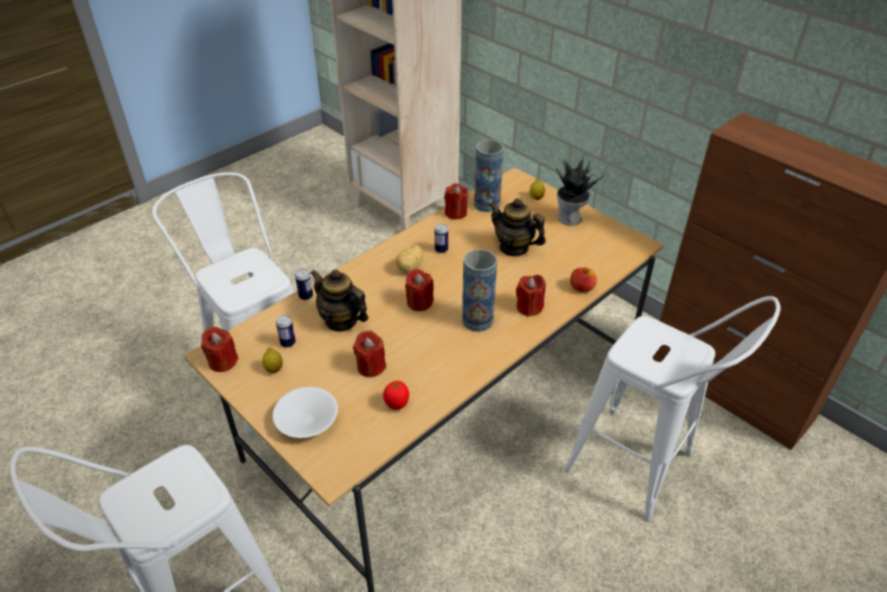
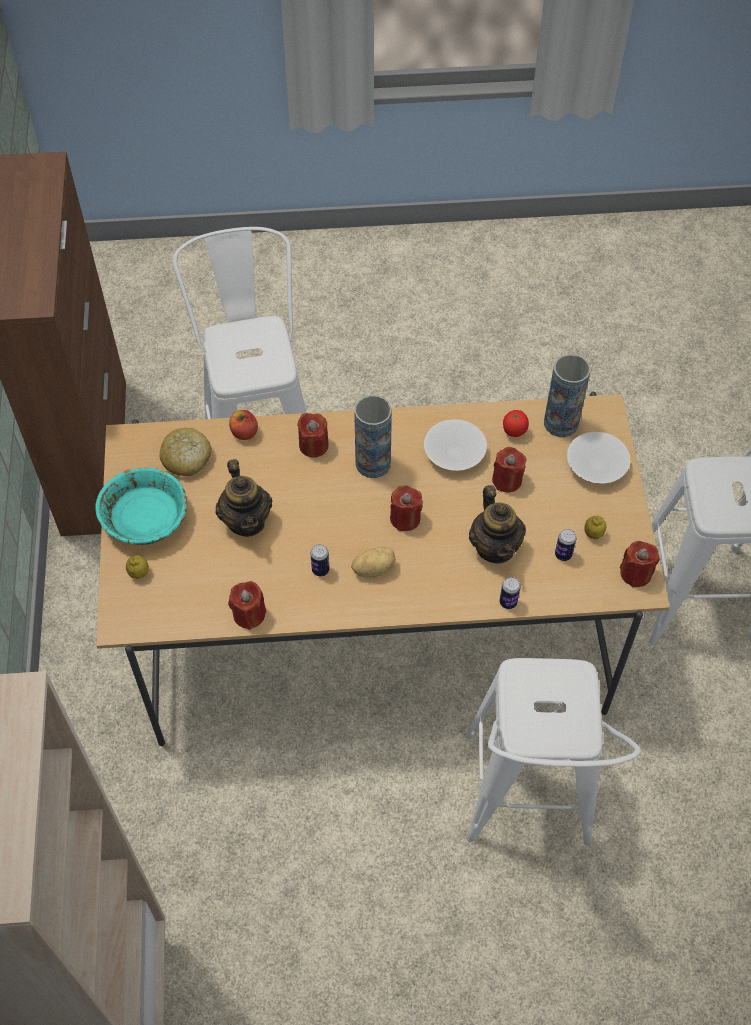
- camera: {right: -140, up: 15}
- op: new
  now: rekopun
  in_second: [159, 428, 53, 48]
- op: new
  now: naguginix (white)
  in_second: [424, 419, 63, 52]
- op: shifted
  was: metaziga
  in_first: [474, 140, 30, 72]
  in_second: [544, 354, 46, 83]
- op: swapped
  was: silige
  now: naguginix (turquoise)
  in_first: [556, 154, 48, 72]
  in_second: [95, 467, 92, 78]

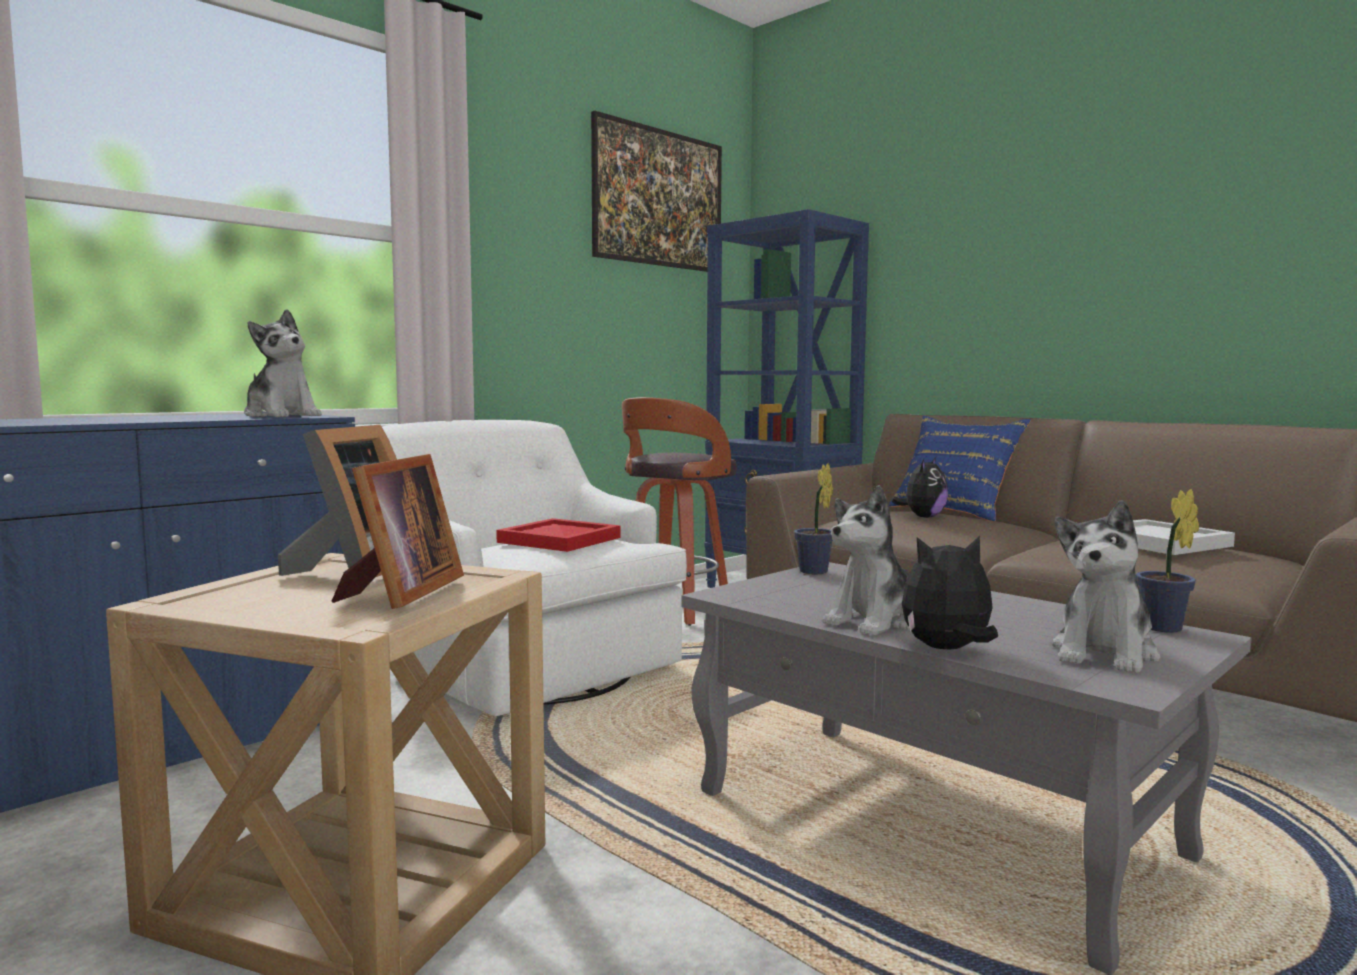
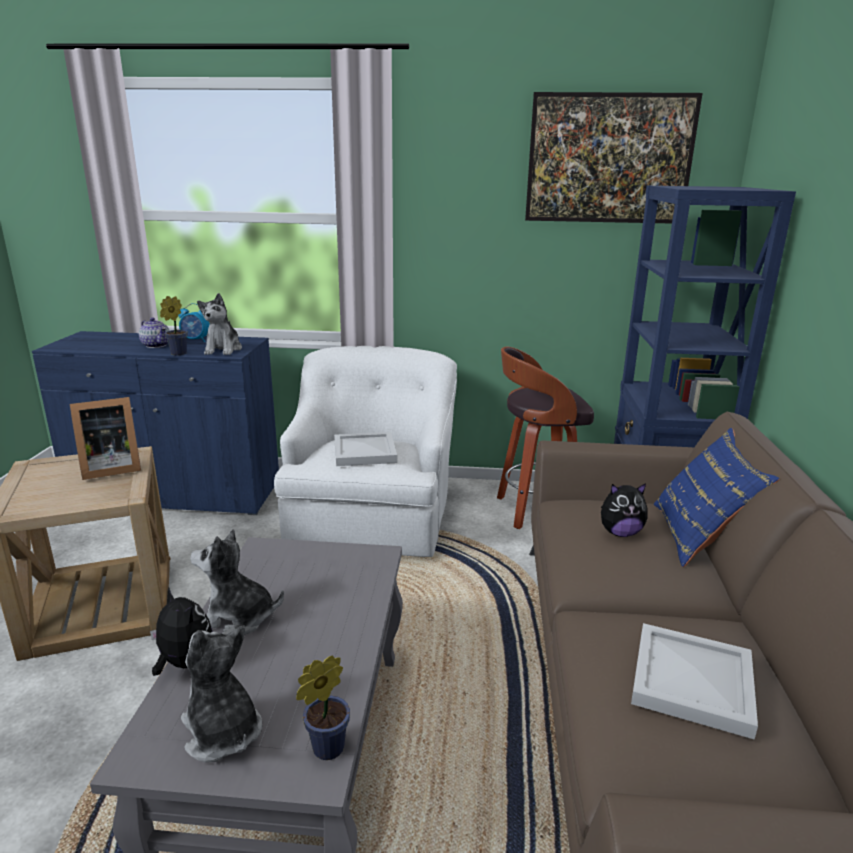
- camera: {right: 50, up: 15}
- op: gone
  was: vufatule
  in_first: [331, 454, 133, 155]
- op: new
  now: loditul
  in_second: [139, 318, 31, 30]
- op: new
  now: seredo
  in_second: [178, 303, 32, 39]
- op: shifted
  was: silige
  in_first: [794, 463, 39, 111]
  in_second: [160, 296, 28, 59]
- op: repainted
  was: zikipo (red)
  now: zikipo (white)
  in_first: [496, 518, 125, 34]
  in_second: [334, 432, 63, 34]
- op: rotated
  was: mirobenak
  in_first: [1051, 500, 109, 173]
  in_second: [181, 625, 81, 138]
  clockwise: 60

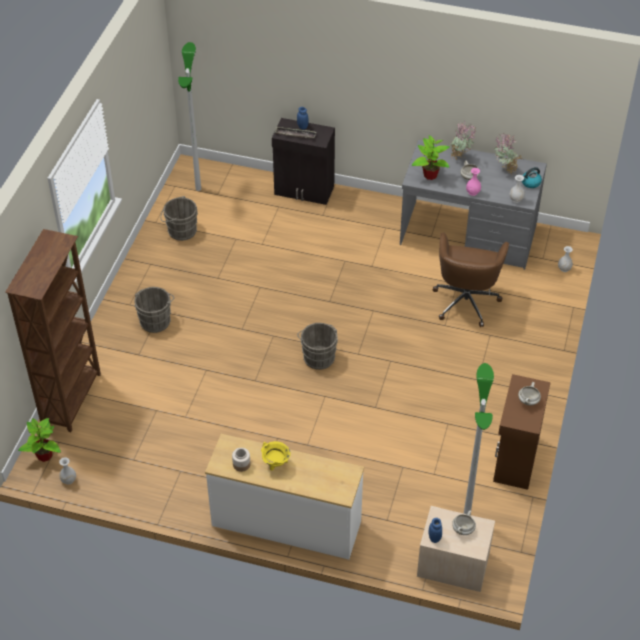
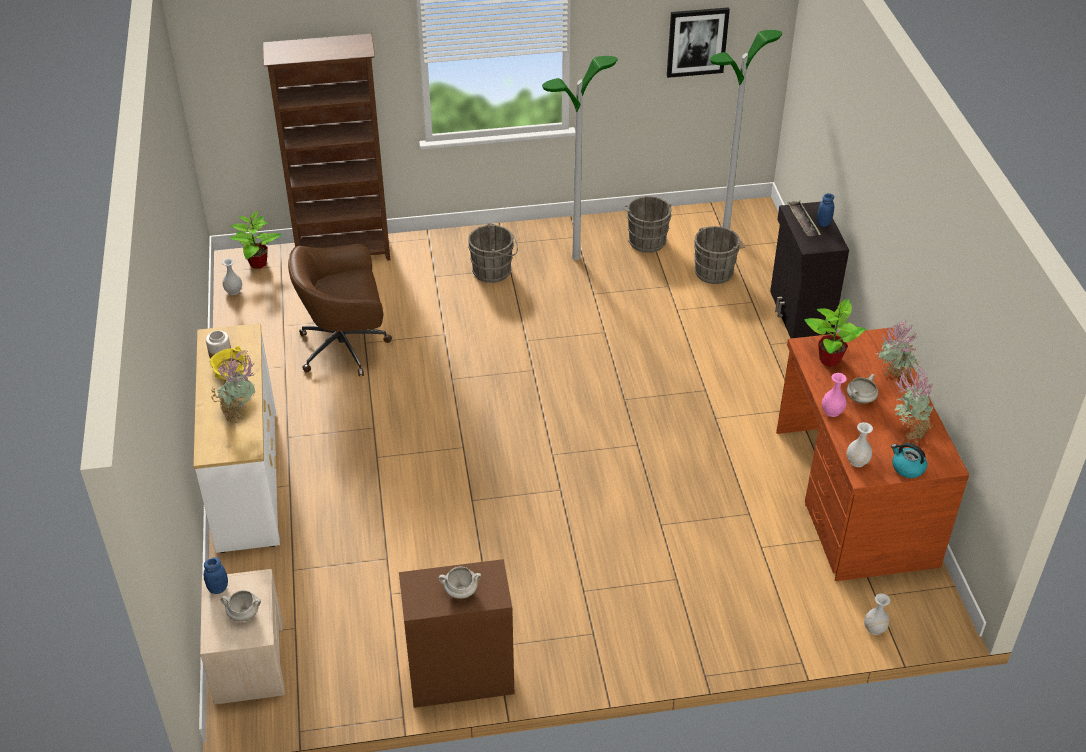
- camera: {right: 65, up: -5}
- op: new
  now: silige
  in_second: [211, 351, 45, 72]
- op: new
  now: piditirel
  in_second: [667, 7, 63, 71]
- op: shifted
  was: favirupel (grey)
  in_first: [297, 323, 41, 47]
  in_second: [694, 226, 52, 58]
- op: shifted
  was: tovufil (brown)
  in_first: [433, 233, 76, 94]
  in_second: [288, 244, 104, 132]
- op: shifted
  was: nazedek
  in_first: [464, 363, 30, 152]
  in_second: [542, 56, 76, 204]
- op: repainted
  was: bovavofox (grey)
  now: bovavofox (brown)
  in_first: [400, 140, 147, 130]
  in_second: [776, 327, 193, 254]

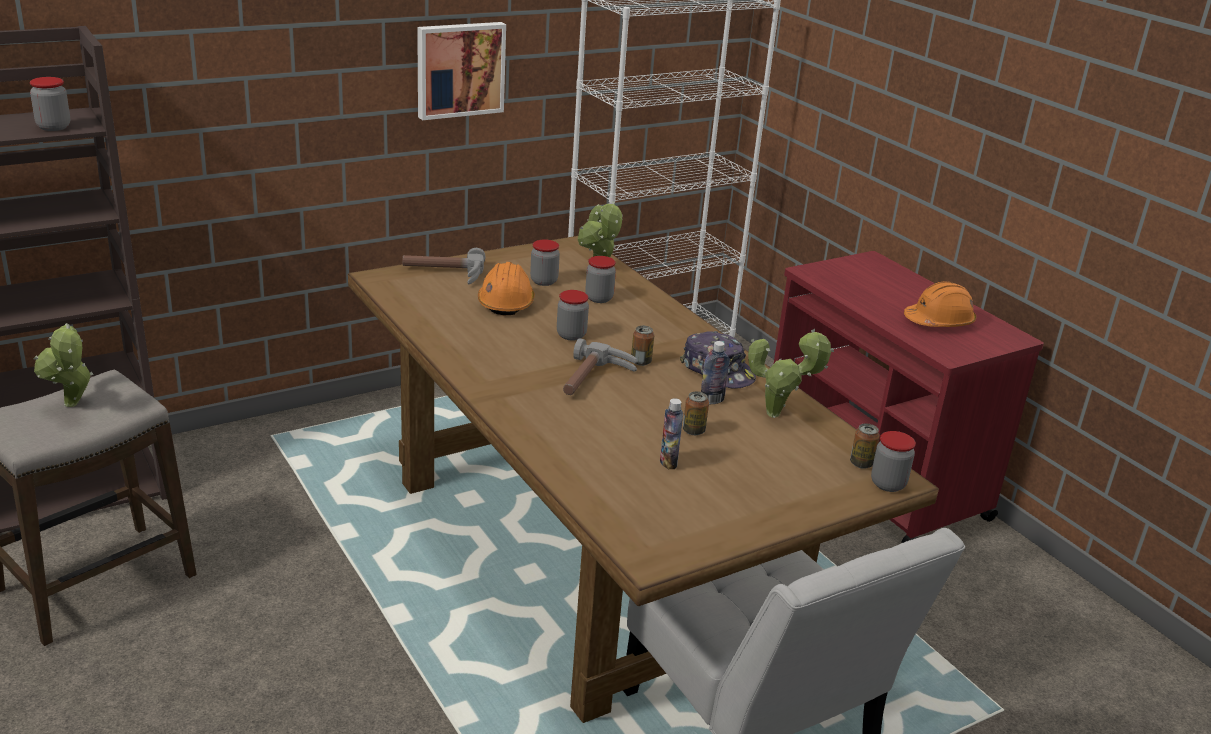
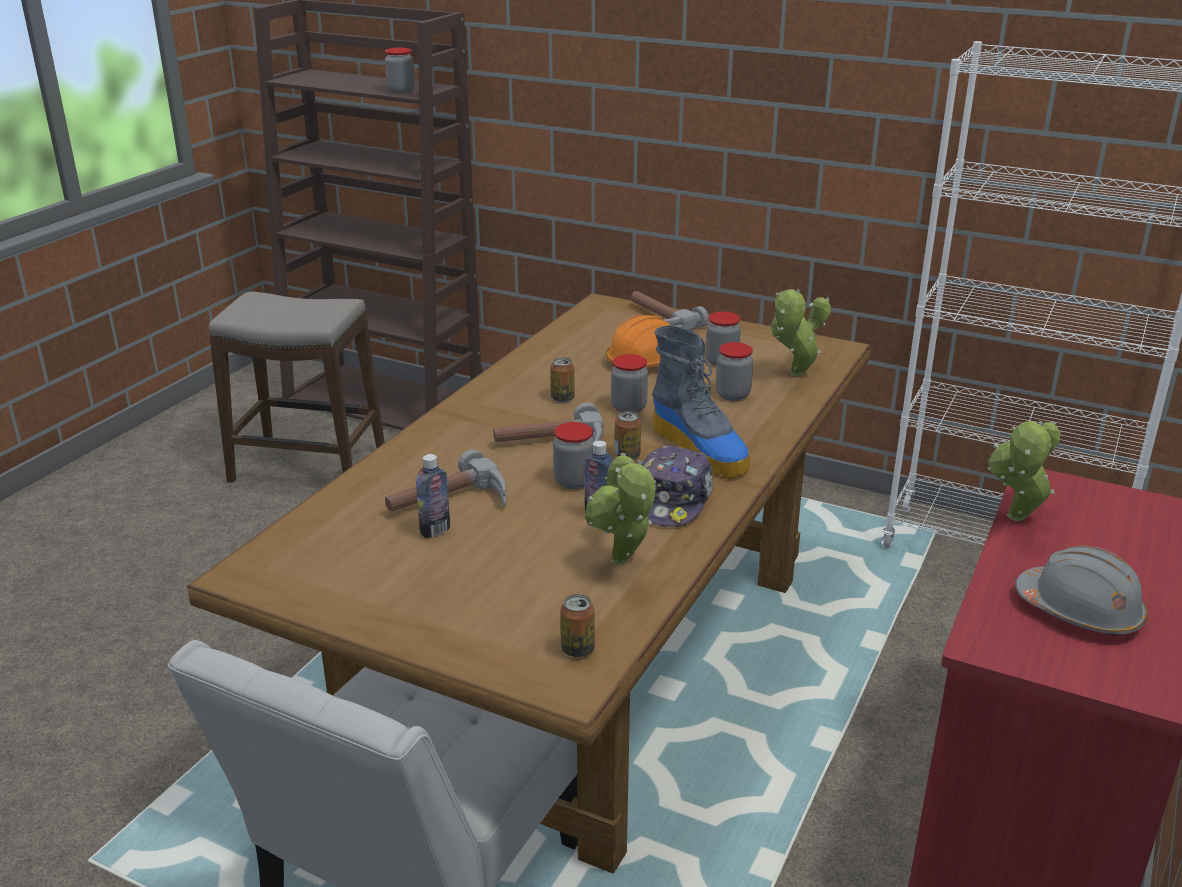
- camera: {right: 60, up: 0}
- op: gone
  was: piditirel
  in_first: [417, 22, 89, 98]
- op: new
  now: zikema
  in_second: [385, 449, 122, 63]
- op: new
  now: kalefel
  in_second: [652, 325, 98, 154]
- op: shifted
  was: silige
  in_first: [34, 323, 60, 84]
  in_second: [988, 420, 73, 101]
- op: shifted
  was: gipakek
  in_first: [683, 391, 26, 44]
  in_second: [550, 357, 25, 46]
- op: shifted
  was: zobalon
  in_first: [871, 431, 45, 61]
  in_second: [553, 422, 41, 67]
- op: repainted
  was: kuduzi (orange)
  now: kuduzi (grey)
  in_first: [904, 281, 72, 46]
  in_second: [1015, 545, 133, 90]

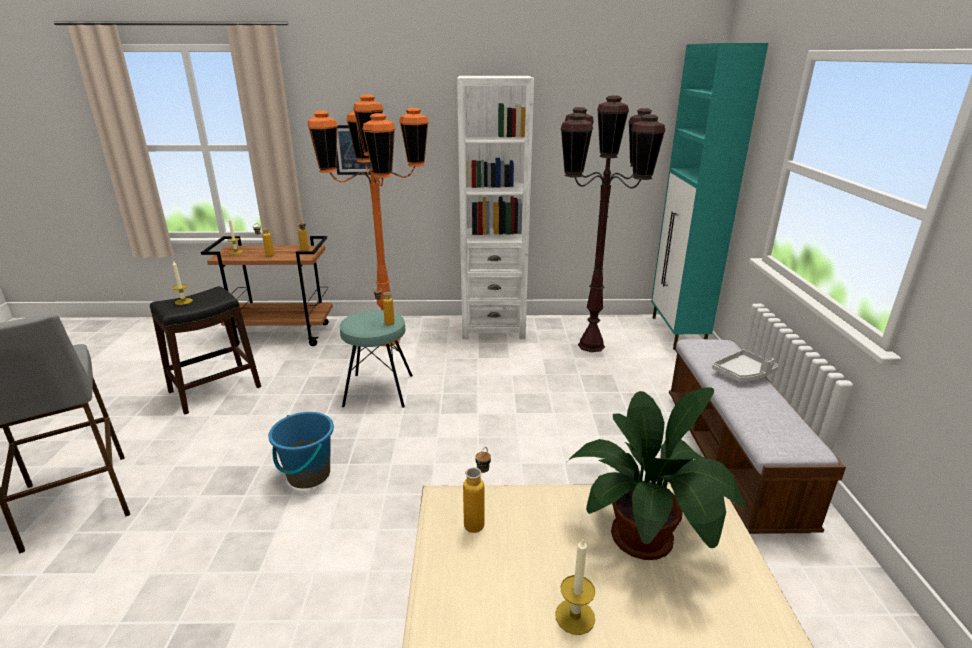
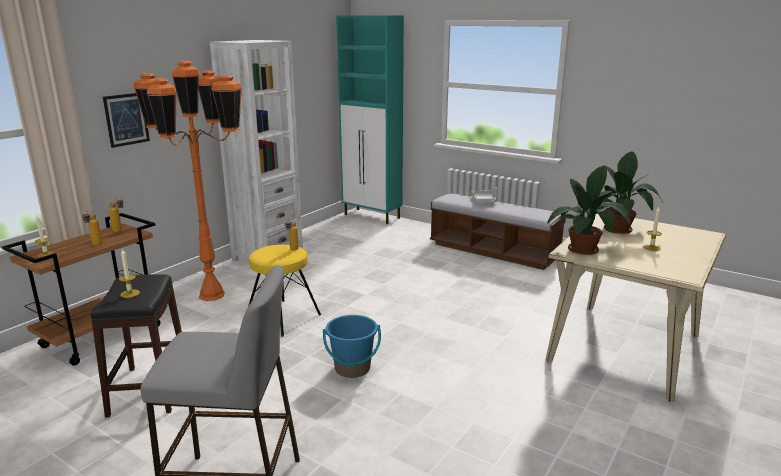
- camera: {right: -55, up: -5}
- op: gone
  was: nazedek (brown)
  in_first: [561, 96, 104, 256]
- op: swapped
  was: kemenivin
  now: silige
  in_first: [463, 447, 28, 86]
  in_second: [547, 165, 84, 90]
- op: repainted
  was: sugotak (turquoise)
  now: sugotak (yellow)
  in_first: [340, 310, 73, 98]
  in_second: [249, 245, 72, 92]

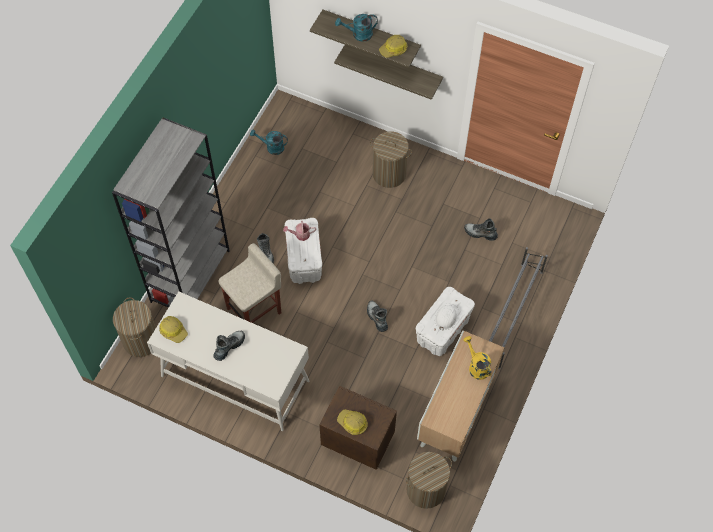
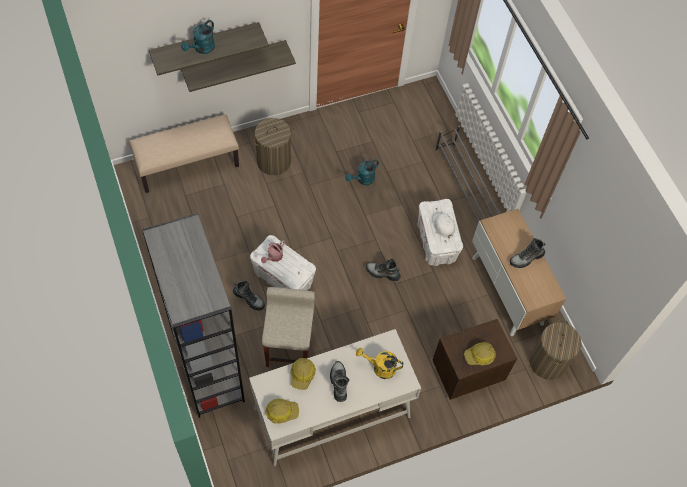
- camera: {right: -50, up: 0}
- op: gone
  was: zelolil
  in_first: [113, 297, 43, 60]
- op: new
  now: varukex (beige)
  in_second: [129, 114, 110, 79]
- op: shifted
  was: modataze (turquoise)
  in_first: [250, 129, 38, 26]
  in_second: [345, 159, 34, 26]
- op: shifted
  was: kuduzi
  in_first: [379, 35, 28, 23]
  in_second: [291, 358, 25, 32]
- op: shifted
  was: modataze (yellow)
  in_first: [463, 336, 28, 44]
  in_second: [356, 348, 48, 31]
- op: shifted
  was: kalefel
  in_first: [464, 218, 34, 23]
  in_second: [509, 238, 36, 30]

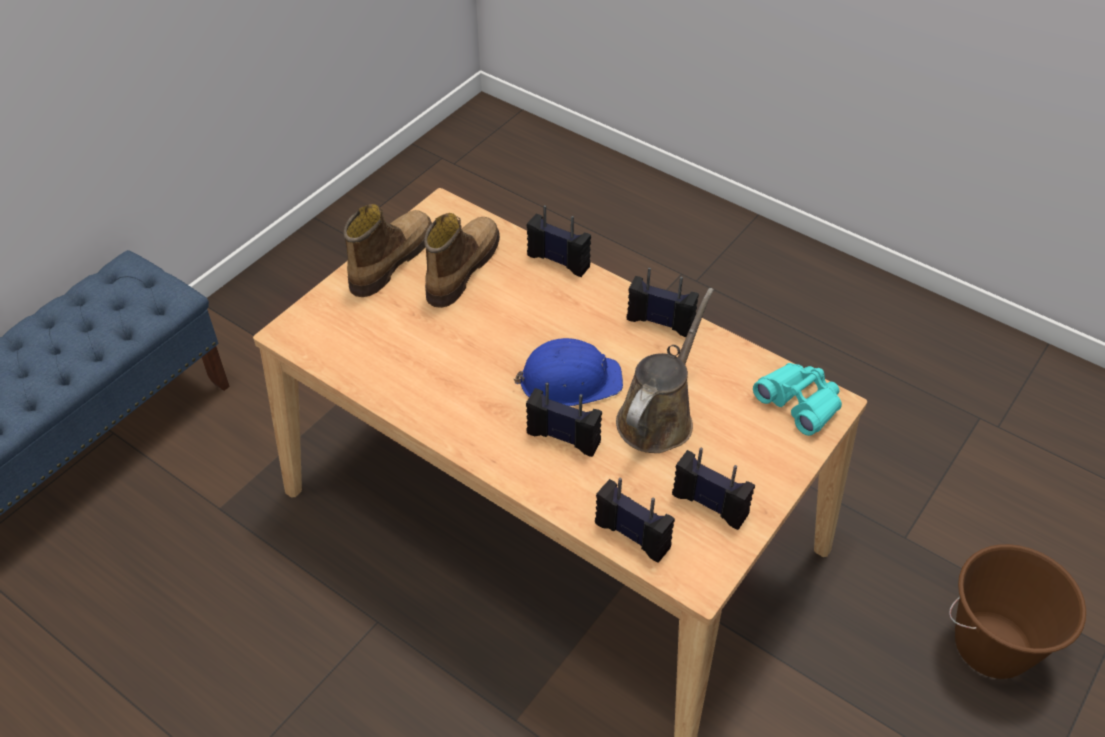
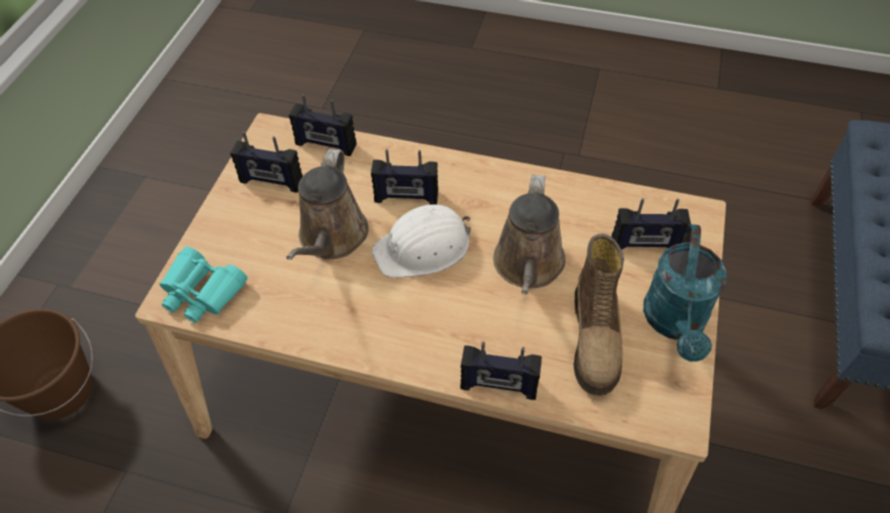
- camera: {right: 160, up: 5}
- op: new
  now: modataze (brown)
  in_second: [493, 175, 73, 119]
- op: shifted
  was: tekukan
  in_first: [627, 268, 72, 69]
  in_second: [612, 198, 79, 52]
- op: swapped
  was: kalefel
  now: modataze (turquoise)
  in_first: [344, 204, 88, 93]
  in_second: [643, 224, 83, 138]
- op: repainted
  was: kuduzi (blue)
  now: kuduzi (white)
  in_first: [513, 338, 110, 68]
  in_second: [372, 204, 99, 74]

